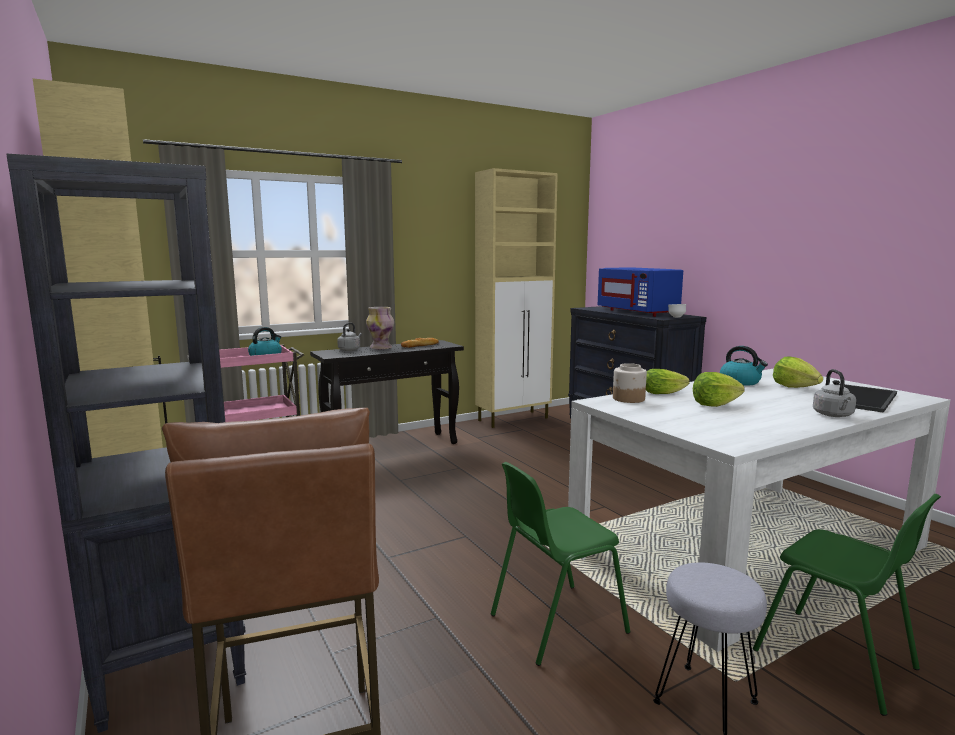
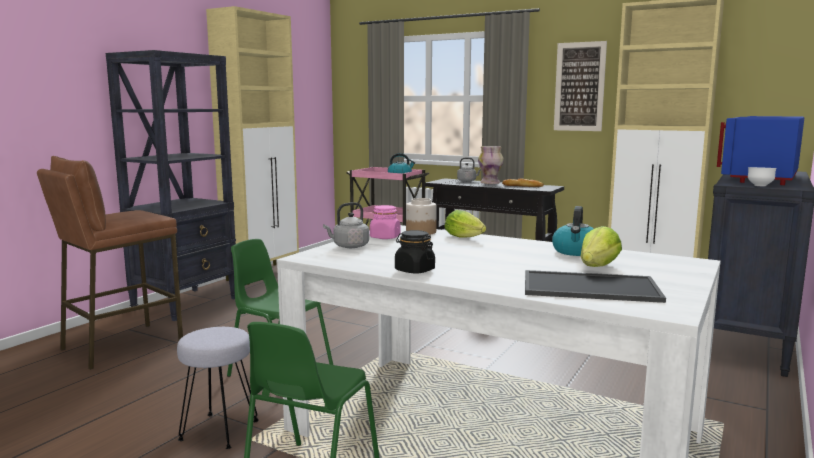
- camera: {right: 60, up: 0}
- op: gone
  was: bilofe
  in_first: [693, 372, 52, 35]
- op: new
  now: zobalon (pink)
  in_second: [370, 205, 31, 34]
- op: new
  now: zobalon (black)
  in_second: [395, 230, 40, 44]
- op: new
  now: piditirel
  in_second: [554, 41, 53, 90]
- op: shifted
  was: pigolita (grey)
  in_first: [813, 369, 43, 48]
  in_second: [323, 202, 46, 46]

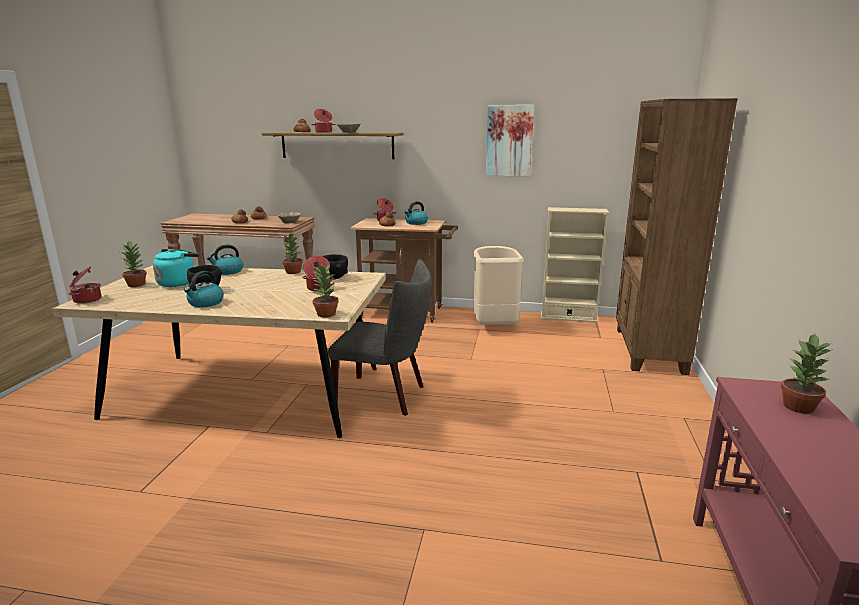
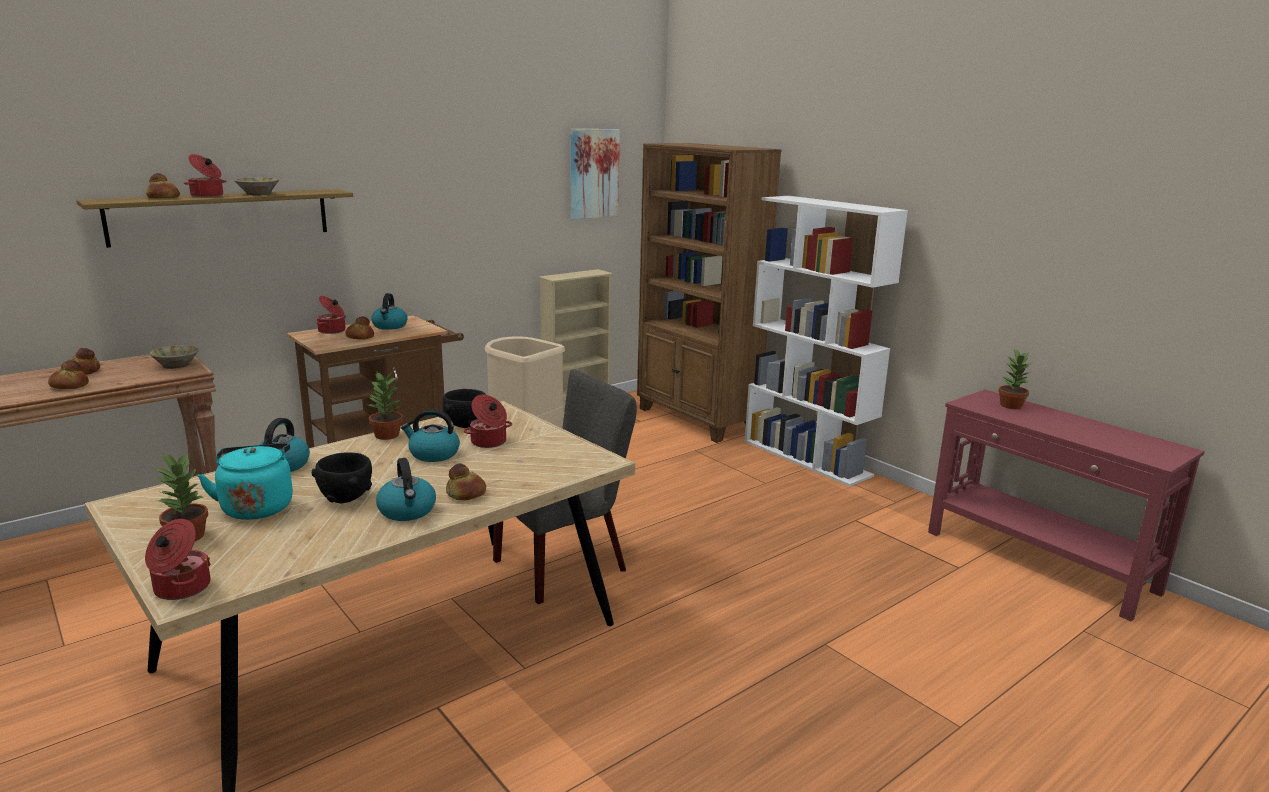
- camera: {right: -50, up: 0}
- op: gone
  was: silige
  in_first: [313, 264, 25, 53]
- op: new
  now: pigolita
  in_second: [401, 409, 59, 53]
- op: new
  now: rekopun
  in_second: [446, 464, 40, 36]
- op: new
  now: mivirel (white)
  in_second: [744, 196, 164, 291]
- op: shifted
  was: piditirel
  in_first: [486, 105, 48, 72]
  in_second: [571, 129, 49, 91]

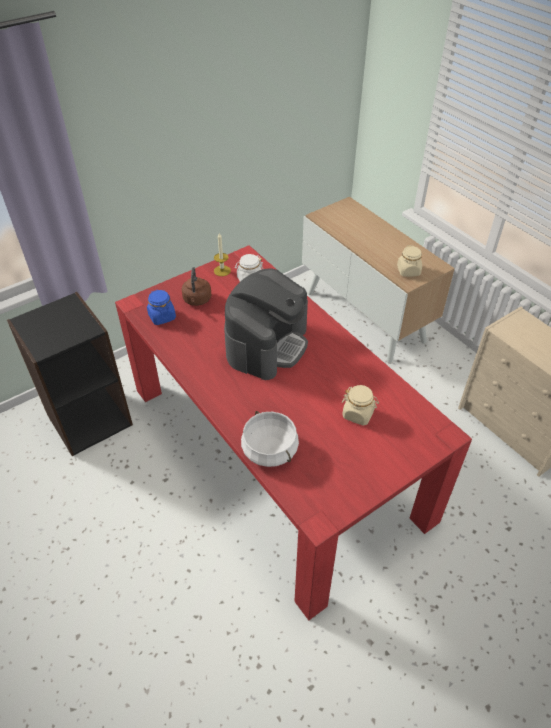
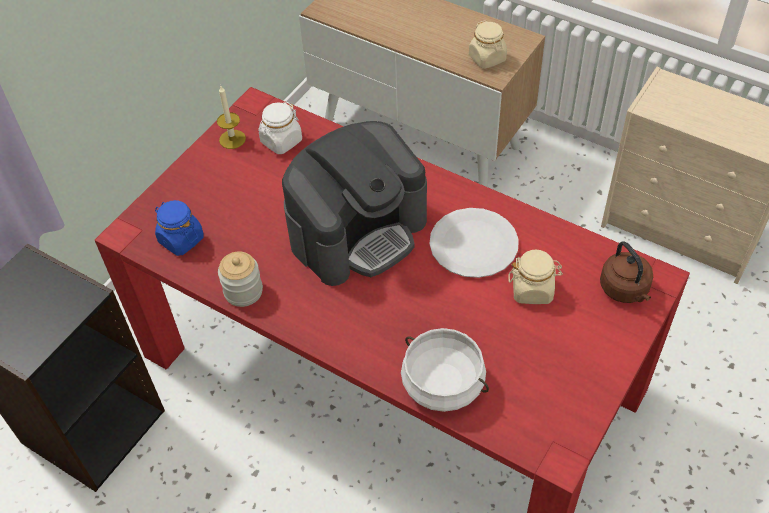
- camera: {right: -20, up: 5}
- op: new
  now: zobalon
  in_second: [218, 251, 45, 56]
- op: new
  now: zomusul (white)
  in_second: [429, 208, 90, 70]
- op: shifted
  was: pigolita (brown)
  in_first: [182, 267, 30, 39]
  in_second: [600, 241, 53, 62]
- op: rotated
  was: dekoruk
  in_first: [224, 269, 84, 111]
  in_second: [282, 121, 145, 165]
  clockwise: 45

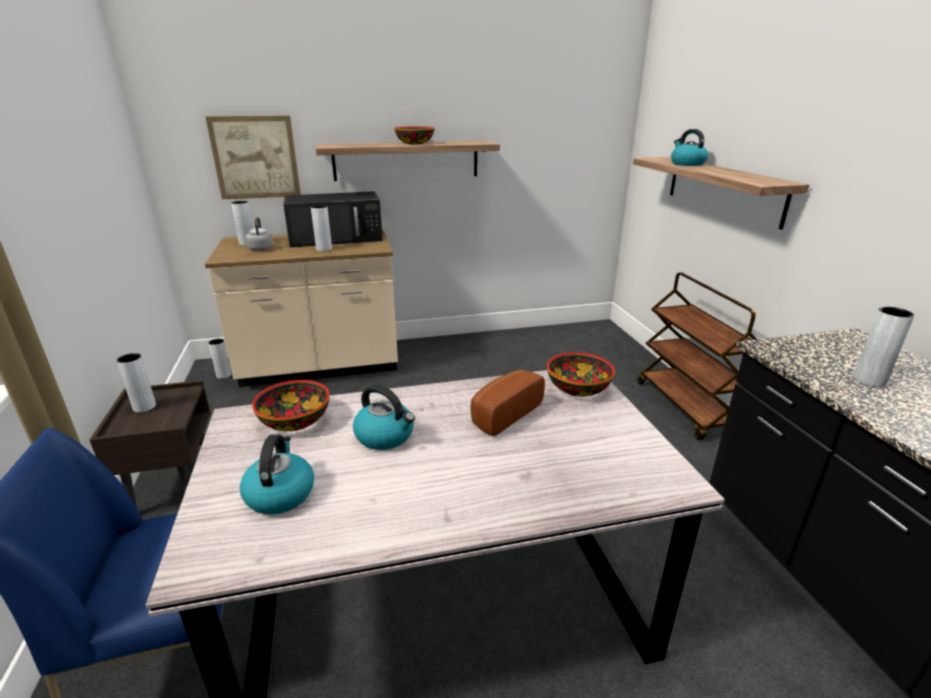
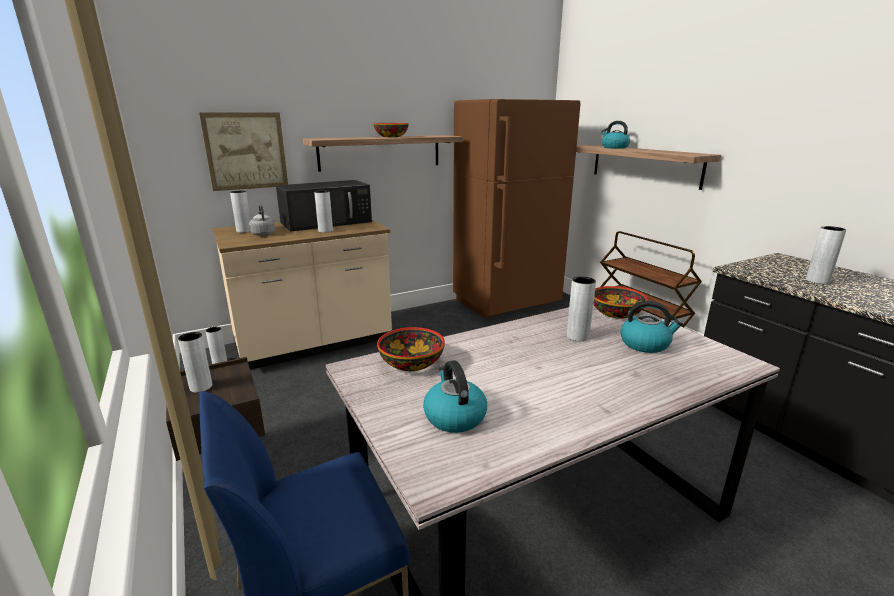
- camera: {right: -15, up: -5}
- op: new
  now: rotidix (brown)
  in_second: [453, 99, 128, 219]
- op: shifted
  was: pigolita
  in_first: [353, 385, 62, 65]
  in_second: [620, 301, 63, 52]
- op: swapped
  was: rekopun
  now: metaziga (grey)
  in_first: [470, 370, 75, 66]
  in_second: [567, 277, 29, 64]

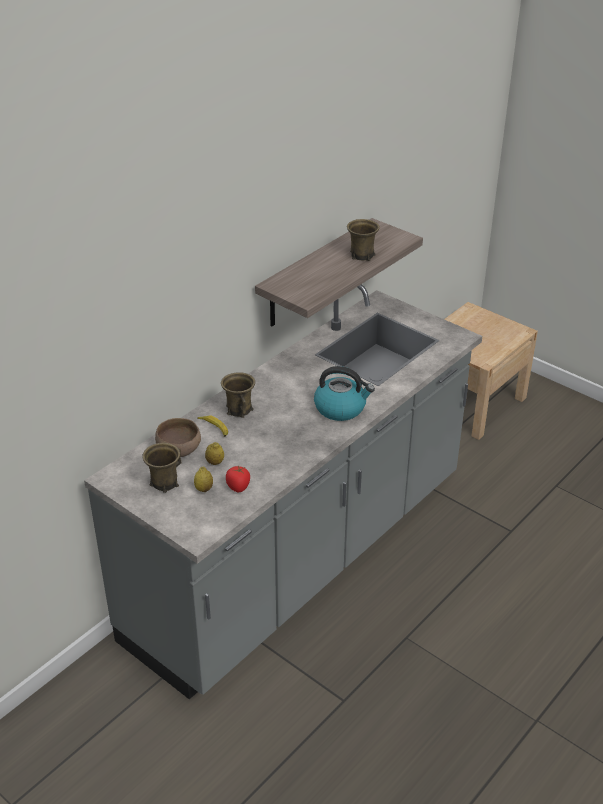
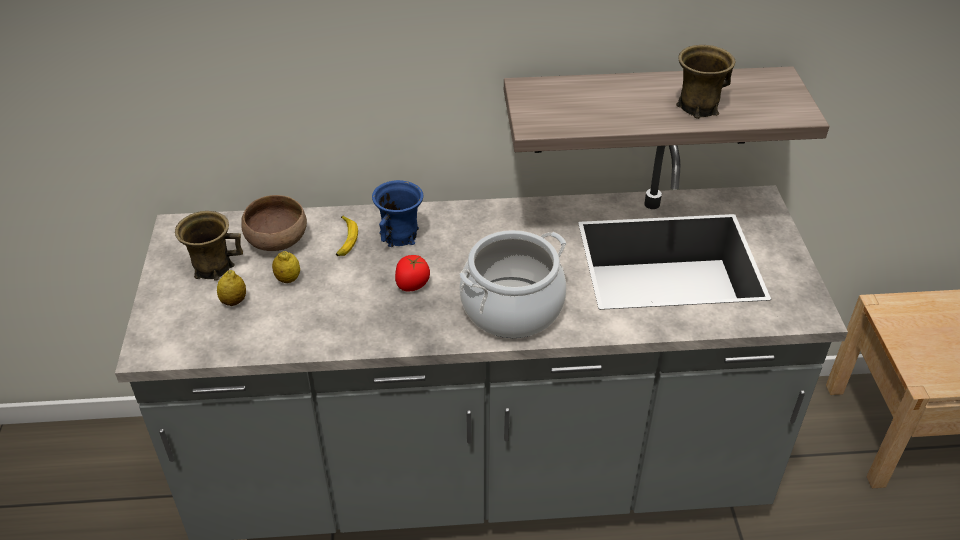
- camera: {right: 45, up: 5}
- op: shifted
  was: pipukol
  in_first: [226, 465, 24, 27]
  in_second: [395, 255, 35, 37]
- op: swapped
  was: pigolita
  now: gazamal
  in_first: [314, 366, 61, 55]
  in_second: [459, 230, 108, 108]
- op: repainted
  was: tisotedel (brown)
  now: tisotedel (blue)
  in_first: [221, 372, 34, 46]
  in_second: [372, 180, 51, 67]

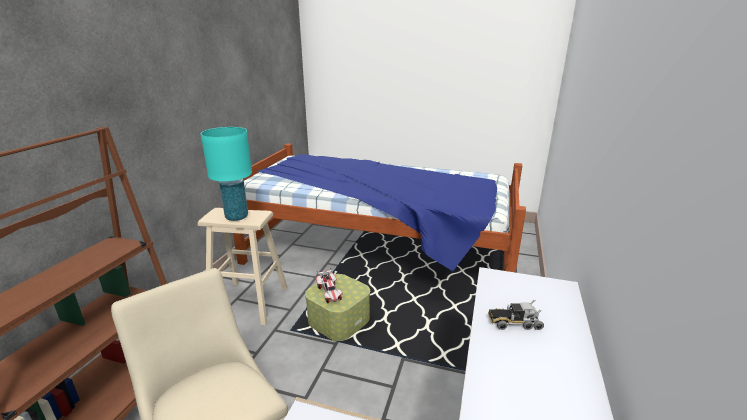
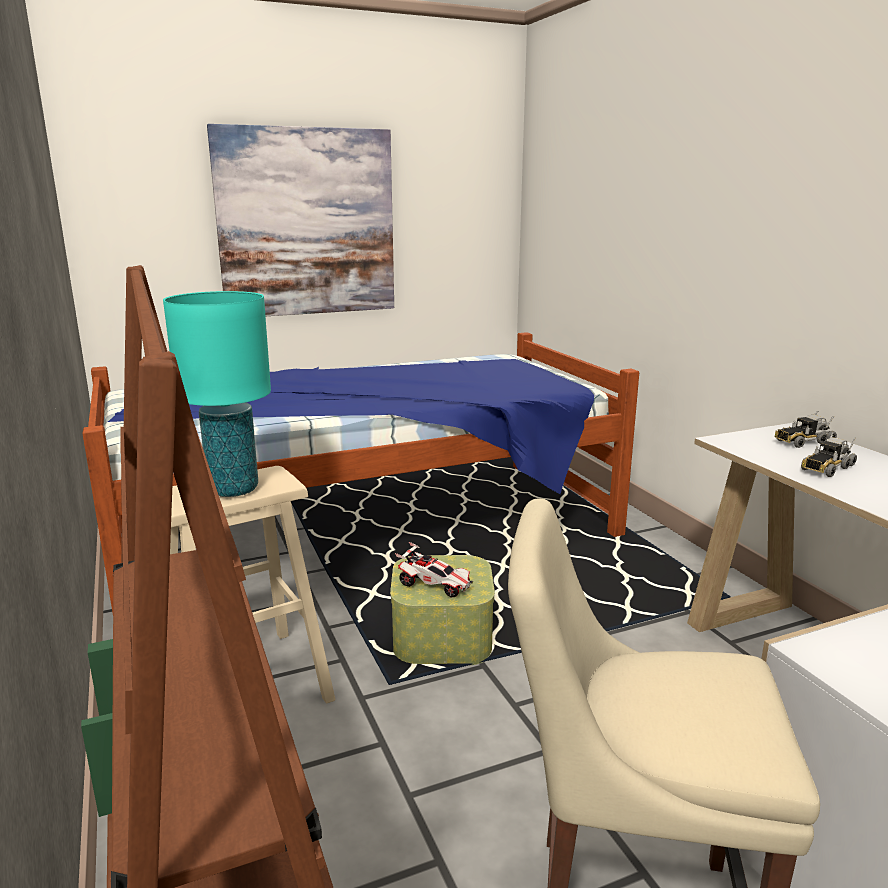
- camera: {right: -40, up: -5}
- op: new
  now: piditirel
  in_second: [207, 124, 187, 192]
- op: new
  now: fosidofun
  in_second: [775, 411, 62, 37]

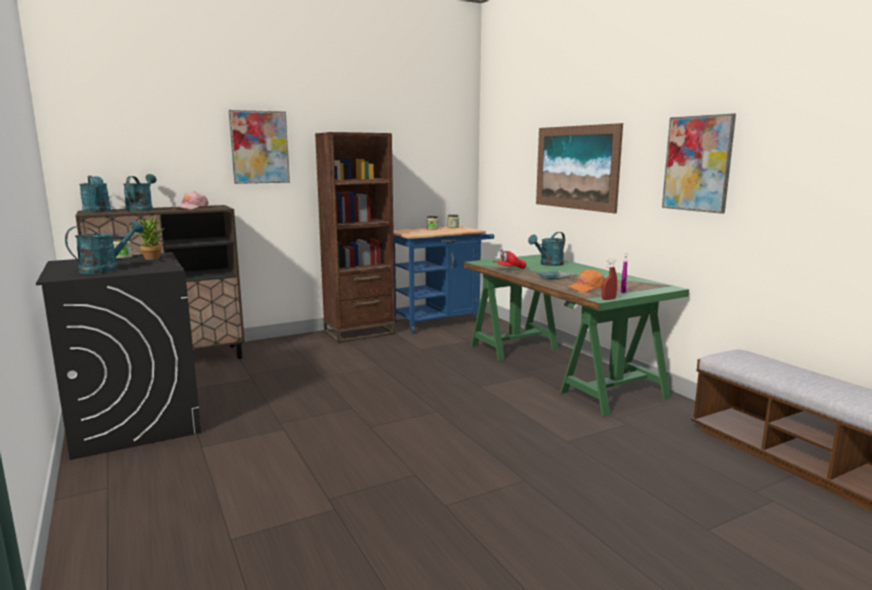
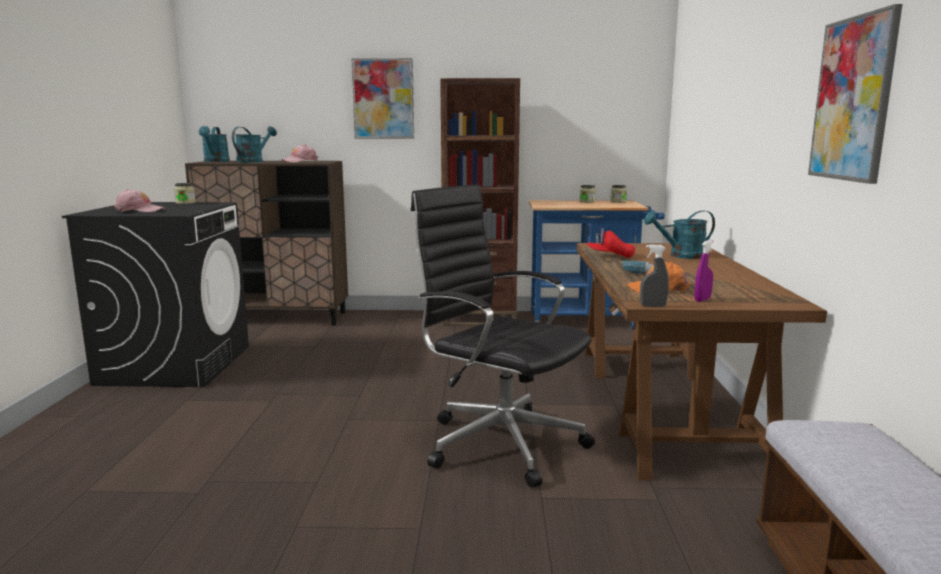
- camera: {right: 30, up: 0}
- op: gone
  was: silige
  in_first: [127, 217, 37, 43]
- op: gone
  was: piditirel
  in_first: [536, 123, 87, 90]
- op: new
  now: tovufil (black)
  in_second: [411, 184, 184, 304]
- op: swapped
  was: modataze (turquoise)
  now: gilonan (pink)
  in_first: [65, 220, 79, 54]
  in_second: [114, 189, 51, 23]
- op: repainted
  was: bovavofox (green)
  now: bovavofox (brown)
  in_first: [464, 254, 225, 163]
  in_second: [576, 243, 251, 237]
- op: repainted
  was: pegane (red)
  now: pegane (grey)
  in_first: [602, 259, 15, 41]
  in_second: [640, 244, 29, 63]

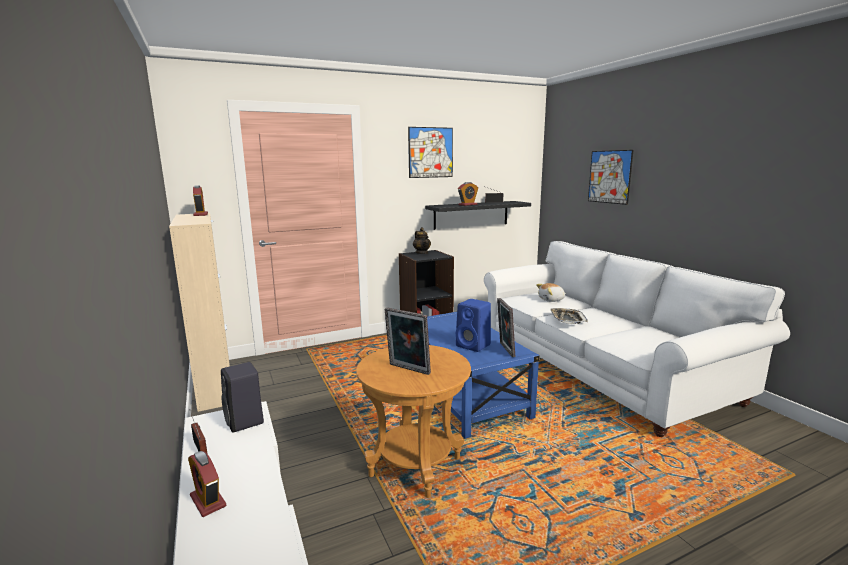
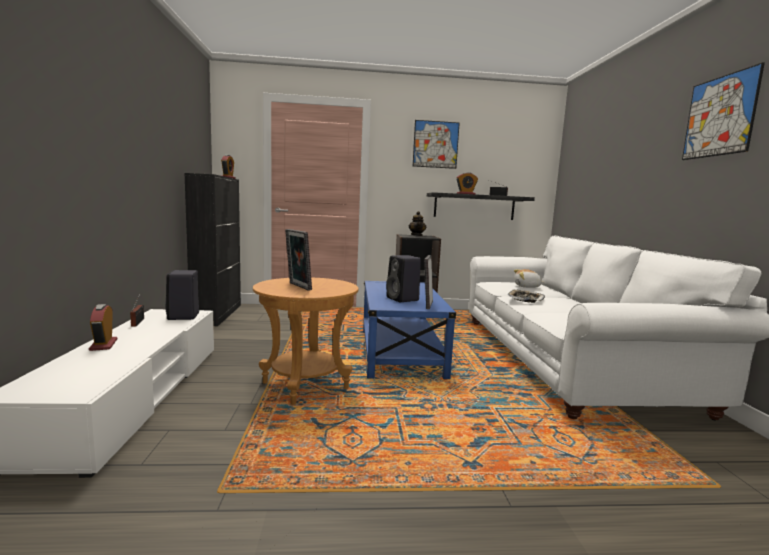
- camera: {right: 20, up: -5}
- op: shifted
  was: piditirel
  in_first: [588, 150, 46, 55]
  in_second: [682, 62, 83, 98]
- op: repainted
  was: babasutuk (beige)
  now: babasutuk (black)
  in_first: [169, 213, 61, 199]
  in_second: [184, 173, 57, 153]
- op: repainted
  was: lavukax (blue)
  now: lavukax (black)
  in_first: [456, 299, 35, 53]
  in_second: [386, 255, 35, 47]

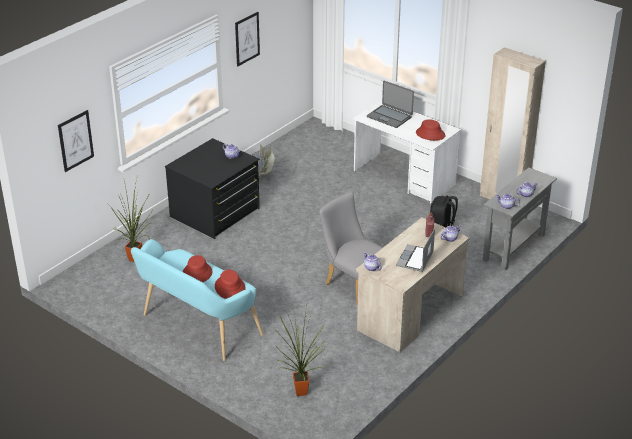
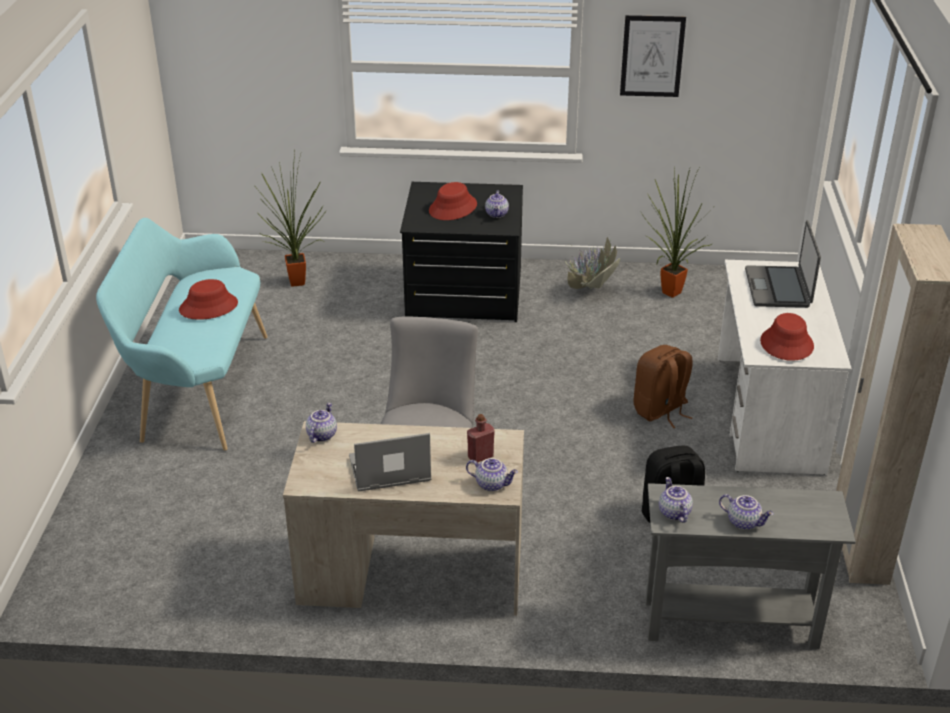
- camera: {right: 55, up: 0}
- op: gone
  was: piditirel
  in_first: [58, 110, 36, 62]
- op: new
  now: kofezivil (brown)
  in_second: [634, 345, 59, 83]
- op: shifted
  was: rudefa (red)
  in_first: [215, 270, 30, 29]
  in_second: [429, 182, 48, 38]
- op: shifted
  was: silige
  in_first: [275, 306, 52, 90]
  in_second: [640, 164, 73, 134]

